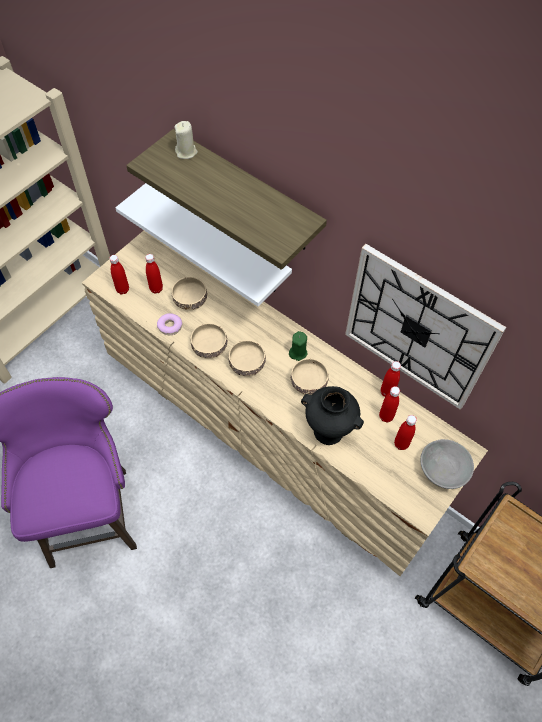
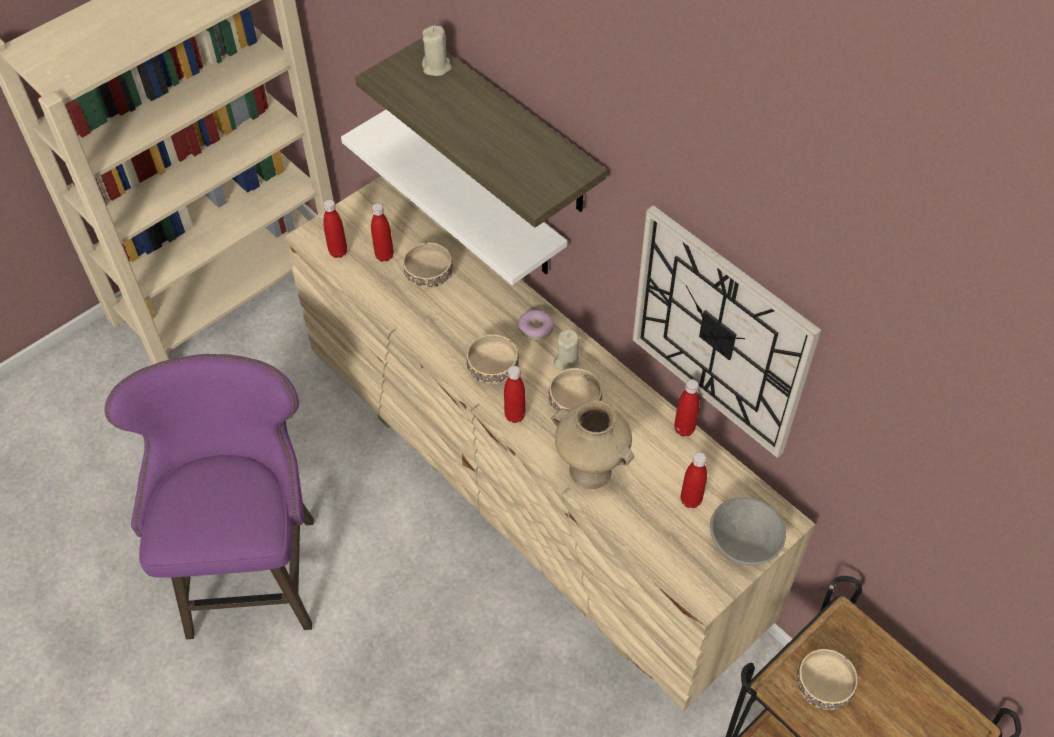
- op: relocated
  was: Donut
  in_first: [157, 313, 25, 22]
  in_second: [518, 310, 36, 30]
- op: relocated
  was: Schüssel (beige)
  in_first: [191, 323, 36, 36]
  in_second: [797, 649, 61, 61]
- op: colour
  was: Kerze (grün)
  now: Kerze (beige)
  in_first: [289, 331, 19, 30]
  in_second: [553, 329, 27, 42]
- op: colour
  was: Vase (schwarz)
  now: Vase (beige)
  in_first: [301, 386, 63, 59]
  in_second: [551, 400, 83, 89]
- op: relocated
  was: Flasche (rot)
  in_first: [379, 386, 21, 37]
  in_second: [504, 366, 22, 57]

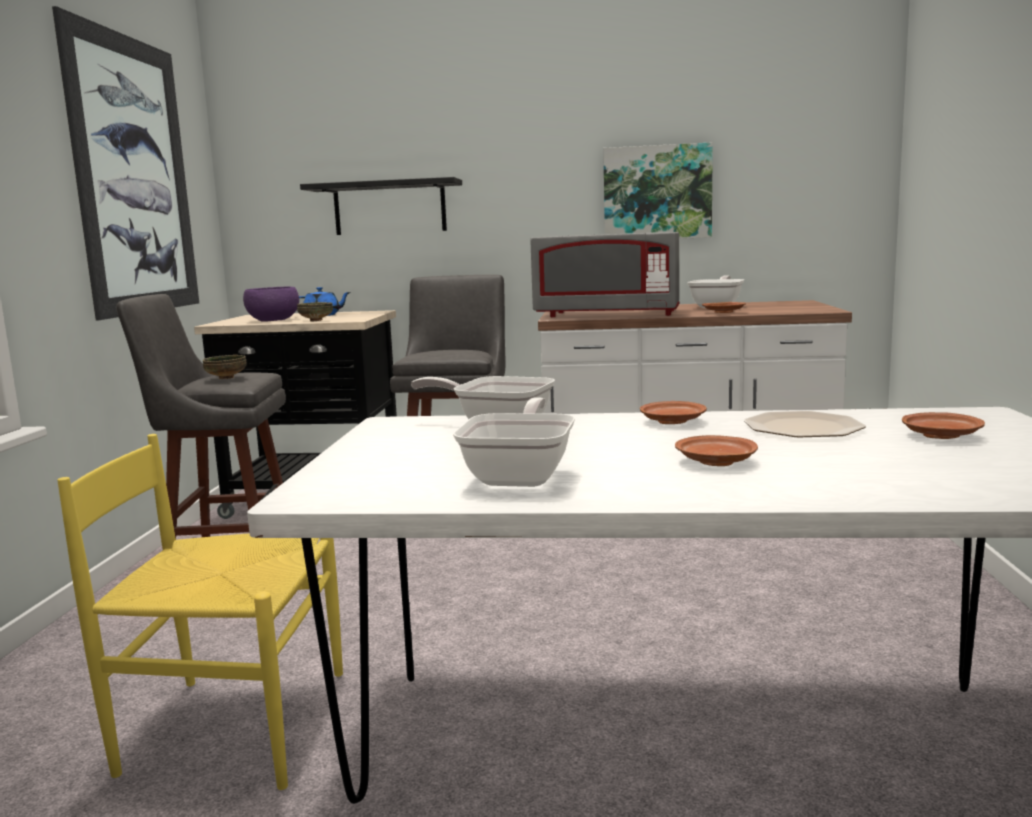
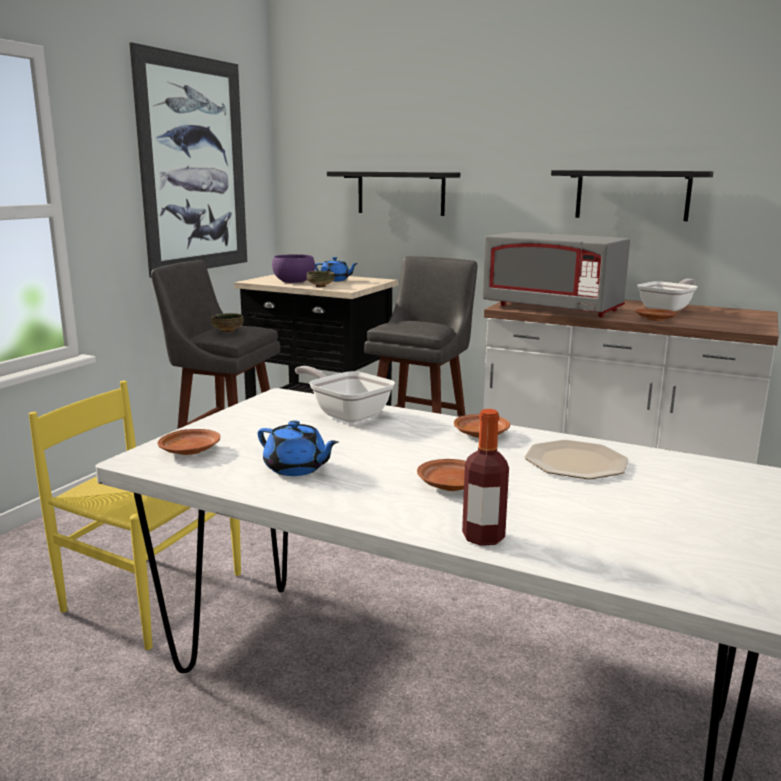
- op: exchanged
  was: Pfanne
  now: Teekanne (blau)
  in_first: [453, 397, 122, 90]
  in_second: [258, 420, 81, 56]
- op: exchanged
  was: Bild
  now: Wandregal (schwarz)
  in_first: [603, 142, 110, 97]
  in_second: [551, 170, 162, 51]
- op: relocated
  was: Teller (braun)
  in_first: [902, 412, 83, 27]
  in_second: [158, 429, 62, 26]
- op: appeared
  now: Flasche
  in_second: [462, 409, 47, 137]

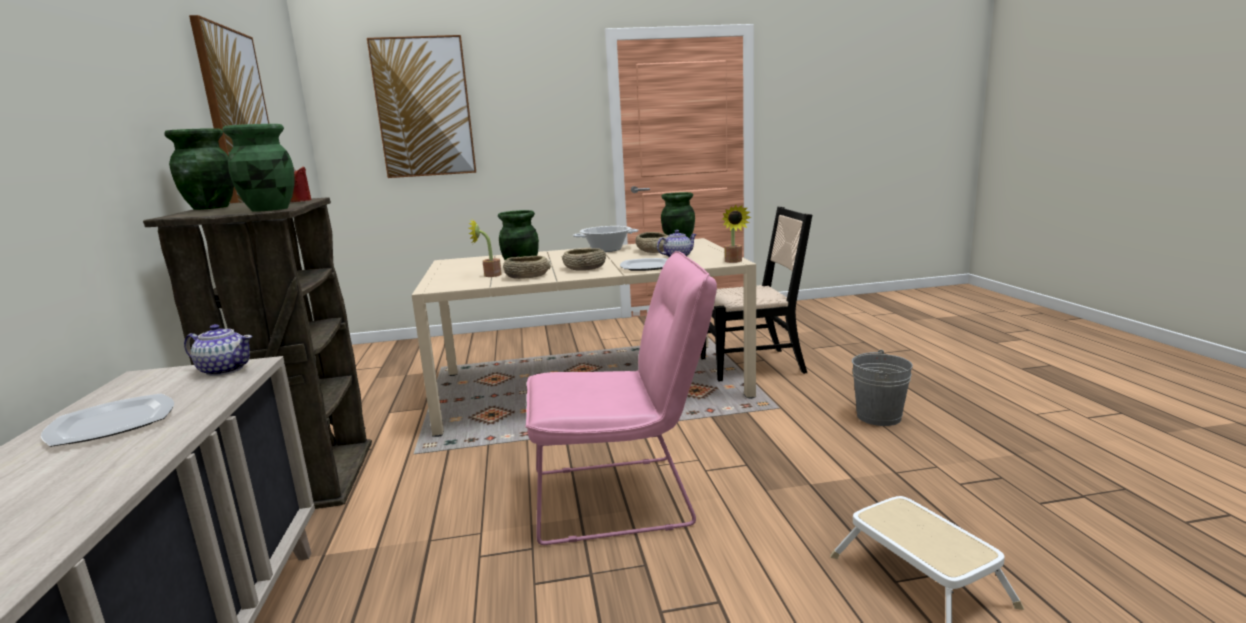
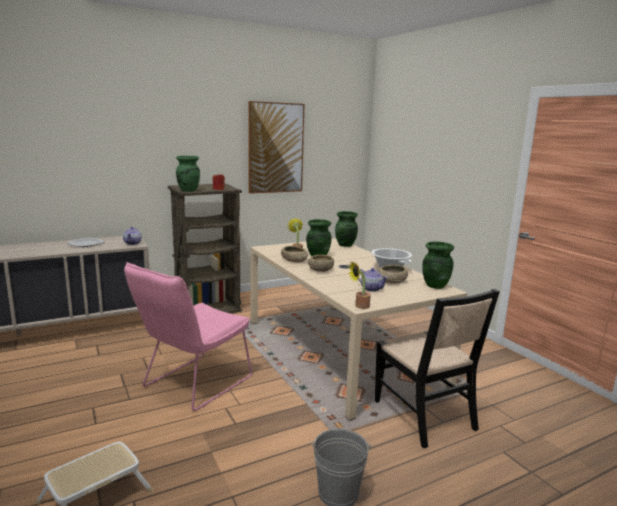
- op: relocated
  was: Vase (grün)
  in_first: [164, 128, 70, 82]
  in_second: [335, 211, 23, 36]
- op: missing
  was: Bild
  in_first: [367, 35, 109, 143]
- op: spun
  was: Stuhl (rosa)
  in_first: [525, 251, 192, 294]
  in_second: [124, 262, 128, 149]
  clockwise: 60
- op: missing
  was: Teller
  in_first: [620, 258, 47, 13]

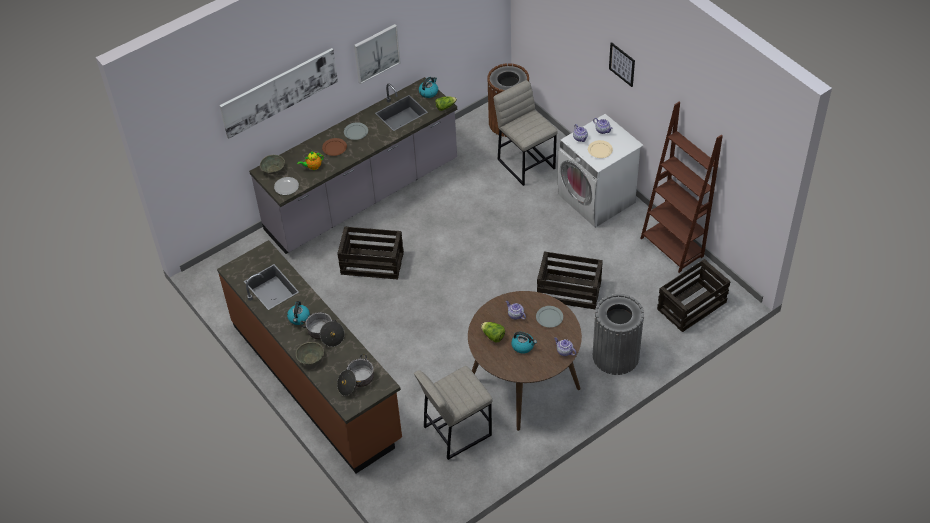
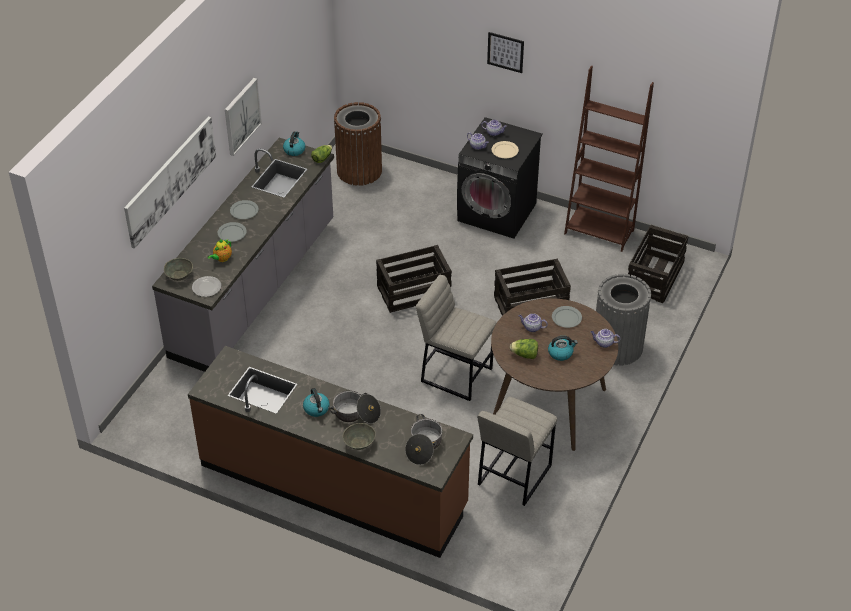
- op: colour
  was: Teller (braun)
  now: Teller (grau)
  in_first: [322, 138, 25, 18]
  in_second: [217, 222, 30, 20]
- op: relocated
  was: Kiste
  in_first: [337, 226, 67, 53]
  in_second: [376, 245, 76, 68]
- op: relocated
  was: Stuhl (grau)
  in_first: [494, 80, 64, 106]
  in_second: [416, 275, 80, 126]
- op: colour
  was: Waschmaschine (weiß)
  now: Waschmaschine (schwarz)
  in_first: [557, 114, 87, 114]
  in_second: [457, 117, 86, 122]

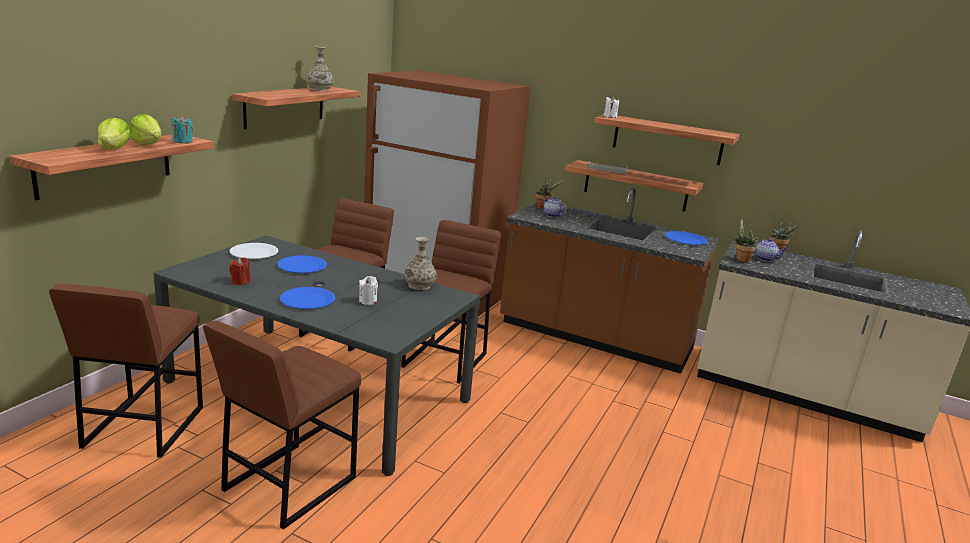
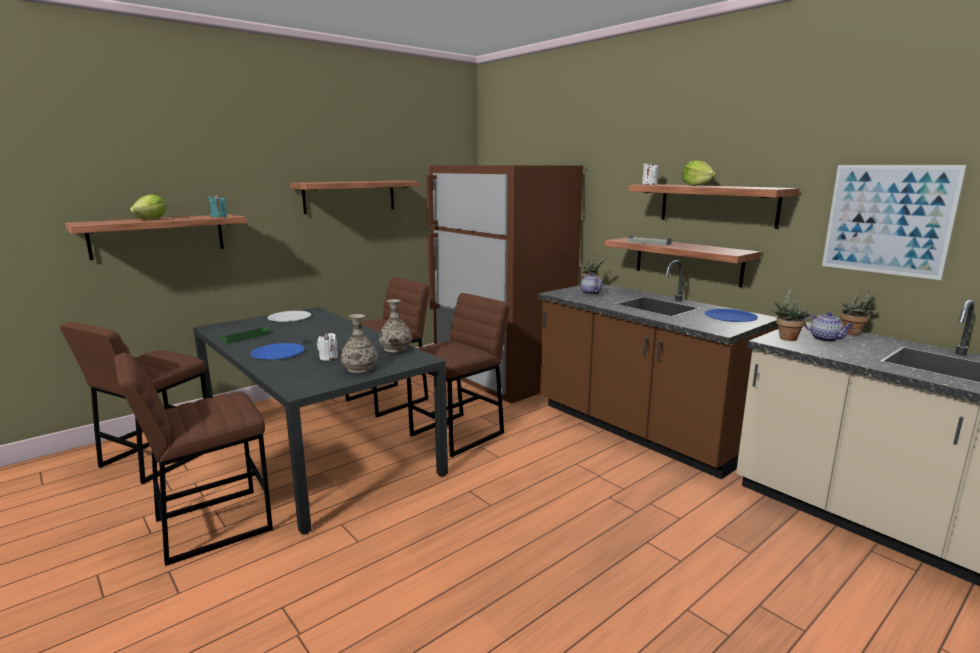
- op: relocated
  was: Salatkopf
  in_first: [130, 114, 31, 31]
  in_second: [682, 160, 34, 26]
- op: exchanged
  was: Kerze (rot)
  now: Tablett (grün)
  in_first: [229, 257, 21, 28]
  in_second: [220, 326, 49, 18]
- op: missing
  was: Teller (blau)
  in_first: [278, 255, 49, 18]
- op: relocated
  was: Vase
  in_first: [306, 46, 28, 45]
  in_second: [341, 314, 37, 59]
- op: appeared
  now: Bild
  in_second: [822, 165, 145, 115]

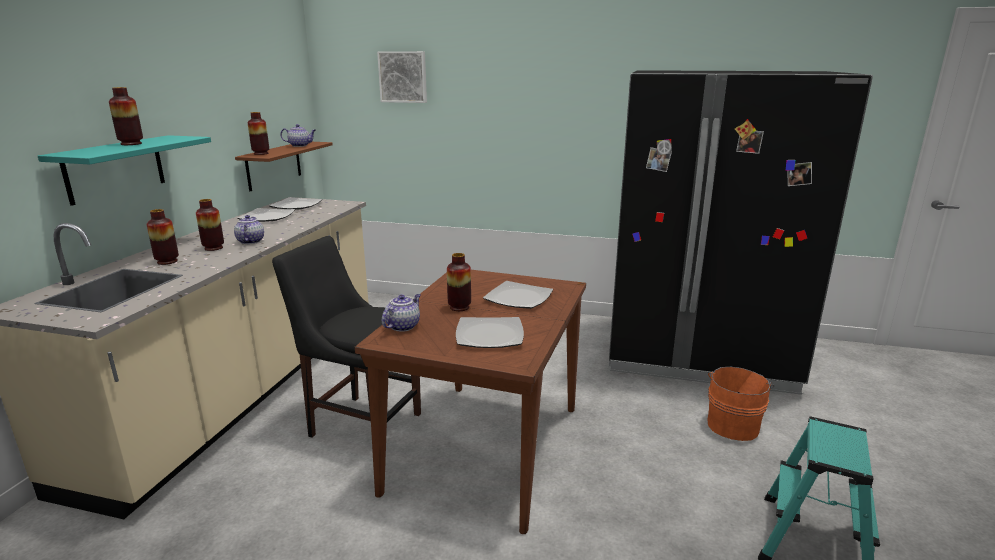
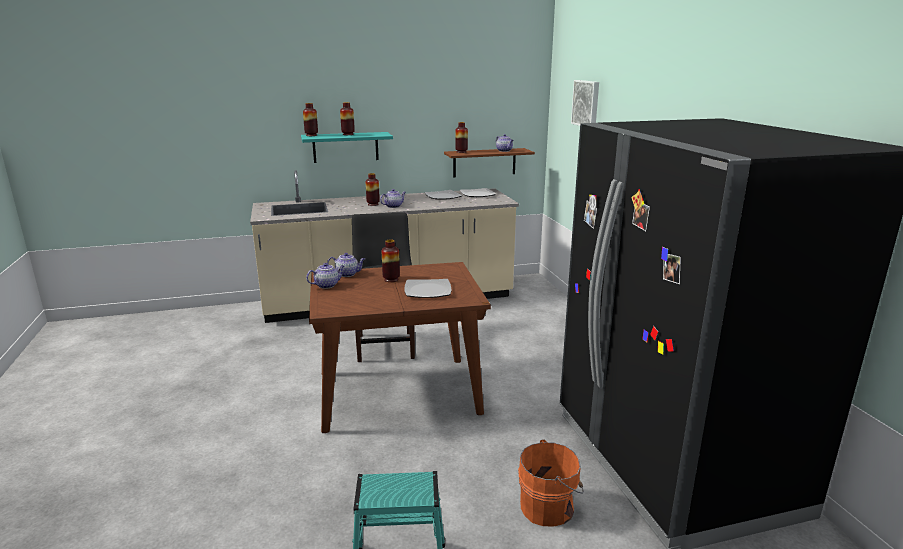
- op: relocated
  was: Vase
  in_first: [147, 209, 32, 56]
  in_second: [303, 103, 15, 33]
- op: missing
  was: Teller
  in_first: [456, 317, 68, 31]
- op: appeared
  now: Teekanne
  in_second: [306, 263, 38, 26]

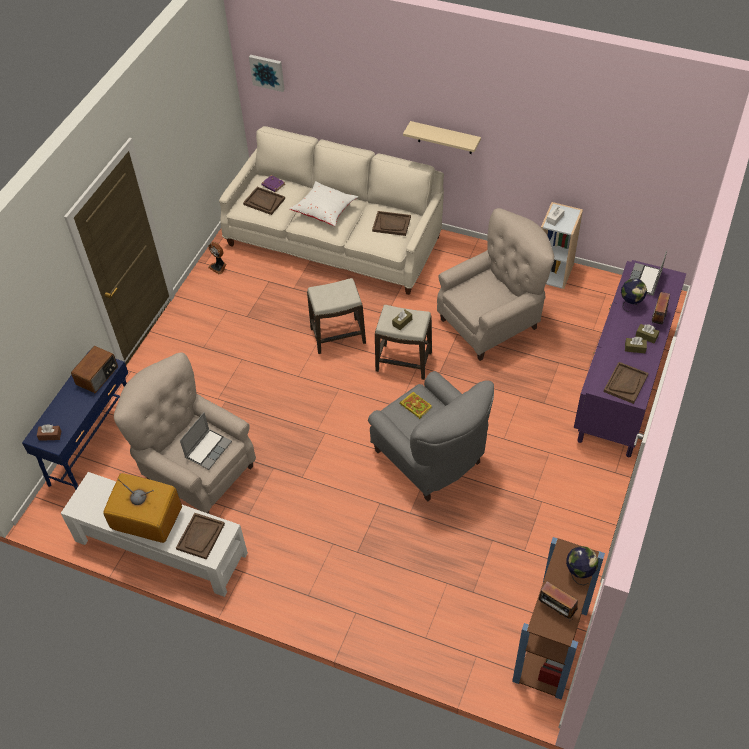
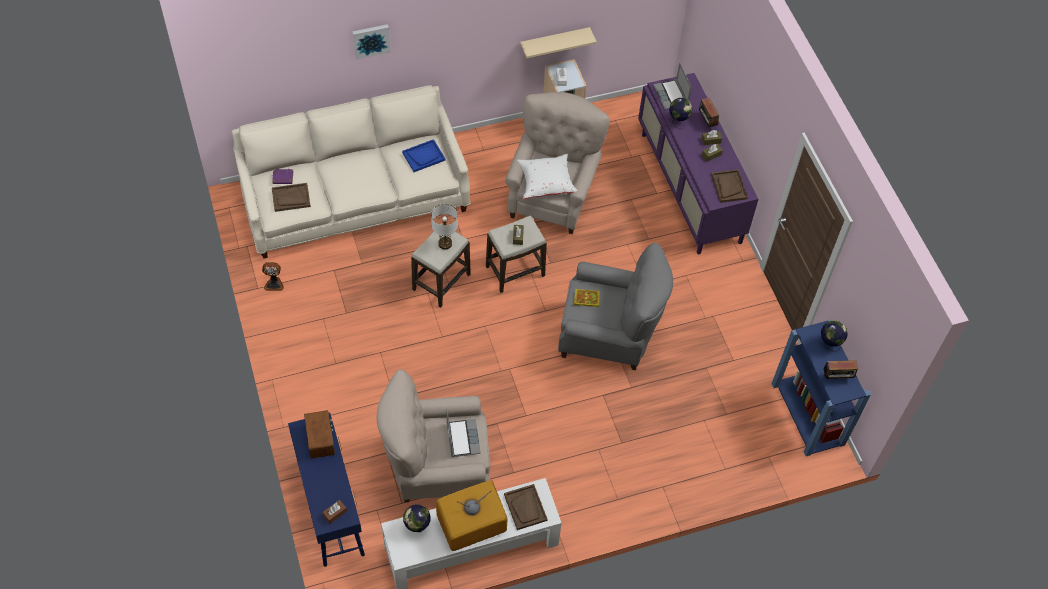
- op: relocated
  was: Bild
  in_first: [249, 55, 36, 37]
  in_second: [352, 24, 39, 36]
- op: relocated
  was: Kissen (weiß)
  in_first: [290, 181, 68, 45]
  in_second: [517, 154, 60, 45]
- op: colour
  was: Tablett (braun)
  now: Tablett (blau)
  in_first: [372, 211, 39, 25]
  in_second: [402, 139, 43, 33]
- op: relocated
  was: Wandregal (beige)
  in_first: [403, 121, 78, 33]
  in_second: [520, 27, 77, 31]
- op: colour
  was: Bücherregal (braun)
  now: Bücherregal (blau)
  in_first: [512, 537, 93, 163]
  in_second: [772, 319, 99, 137]
- op: appeared
  now: Globus
  in_second: [403, 504, 28, 28]
- op: appeared
  now: Tischlampe
  in_second: [431, 204, 27, 46]

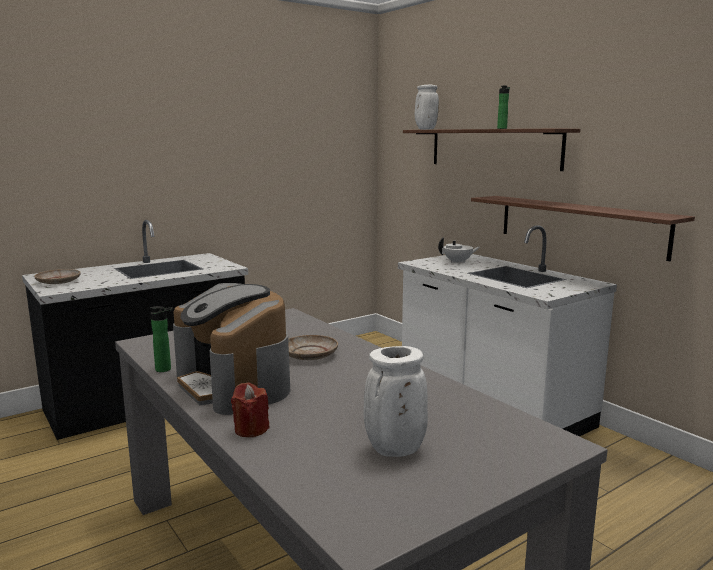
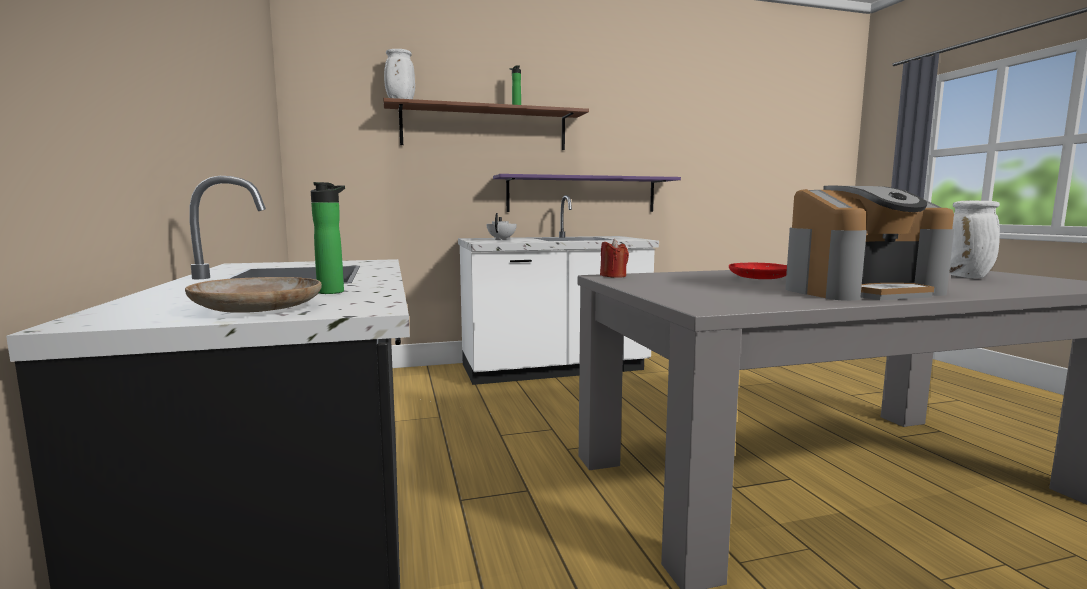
- op: relocated
  was: Flasche
  in_first: [150, 306, 23, 66]
  in_second: [311, 182, 34, 112]
- op: relocated
  was: Kerze (rot)
  in_first: [231, 382, 38, 55]
  in_second: [600, 239, 29, 39]
- op: colour
  was: Teller (beige)
  now: Teller (rot)
  in_first: [288, 335, 50, 25]
  in_second: [729, 263, 58, 16]
- op: colour
  was: Wandregal (braun)
  now: Wandregal (lila)
  in_first: [471, 196, 224, 65]
  in_second: [493, 174, 188, 38]

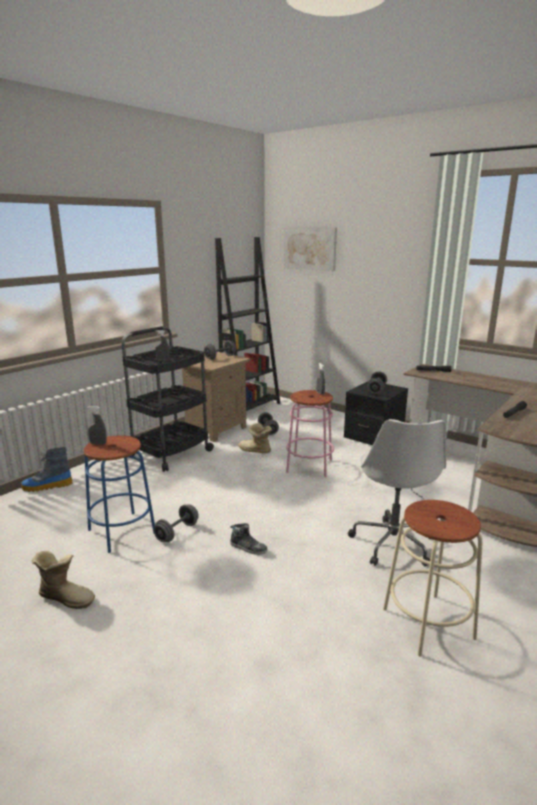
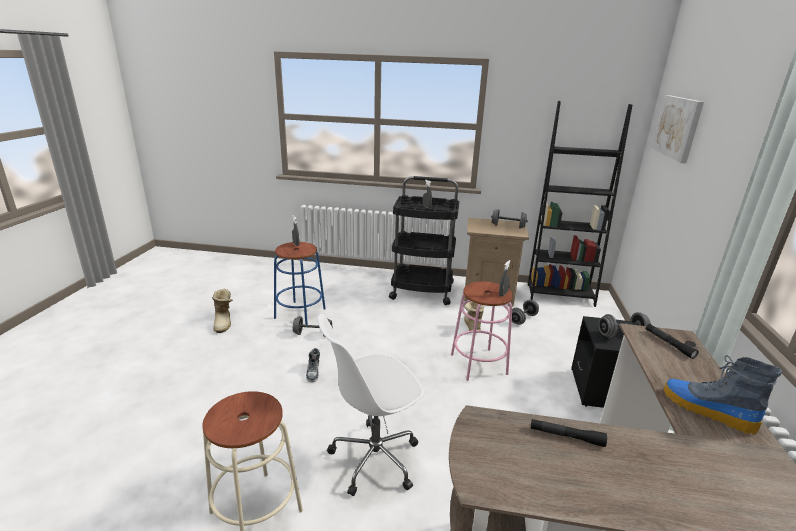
- op: relocated
  was: Stiefel
  in_first: [21, 447, 52, 45]
  in_second: [664, 355, 118, 79]

